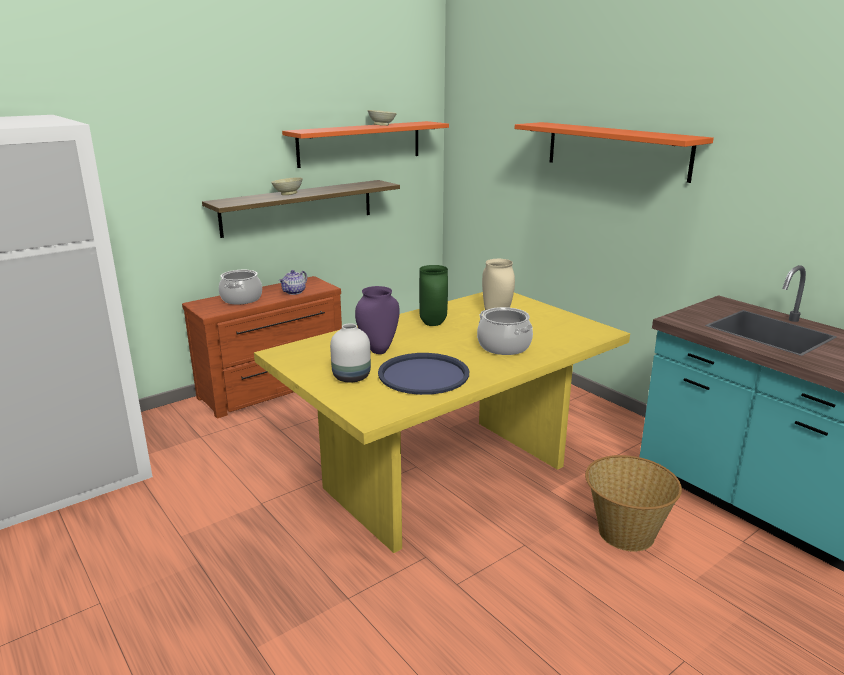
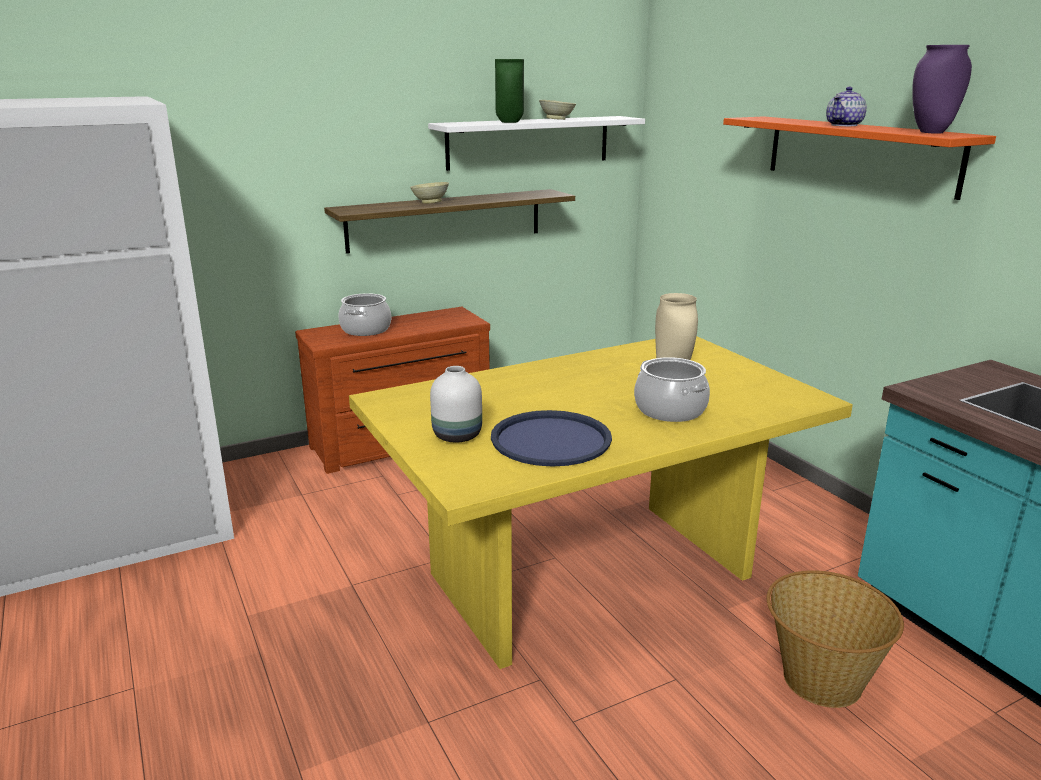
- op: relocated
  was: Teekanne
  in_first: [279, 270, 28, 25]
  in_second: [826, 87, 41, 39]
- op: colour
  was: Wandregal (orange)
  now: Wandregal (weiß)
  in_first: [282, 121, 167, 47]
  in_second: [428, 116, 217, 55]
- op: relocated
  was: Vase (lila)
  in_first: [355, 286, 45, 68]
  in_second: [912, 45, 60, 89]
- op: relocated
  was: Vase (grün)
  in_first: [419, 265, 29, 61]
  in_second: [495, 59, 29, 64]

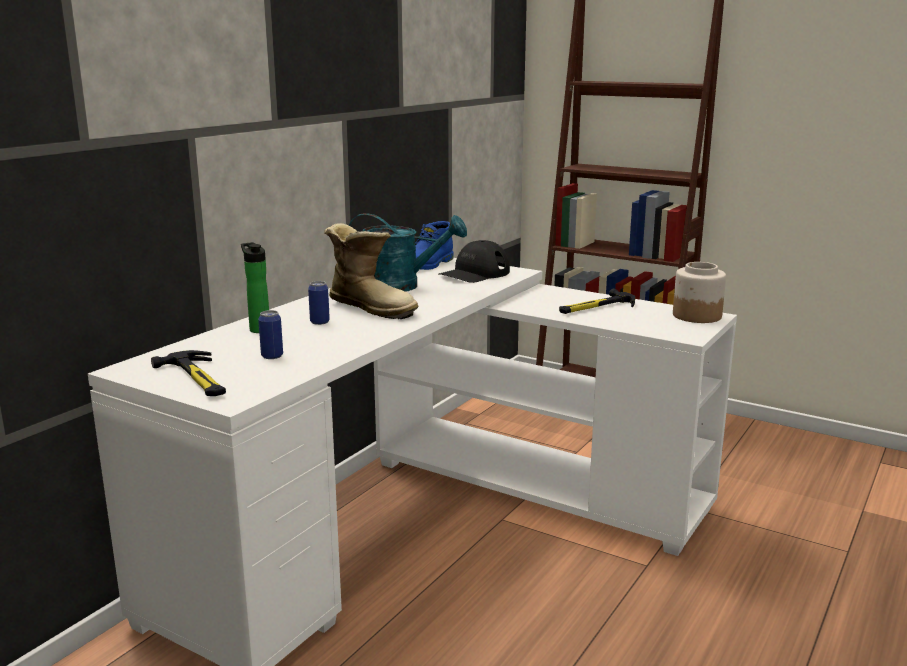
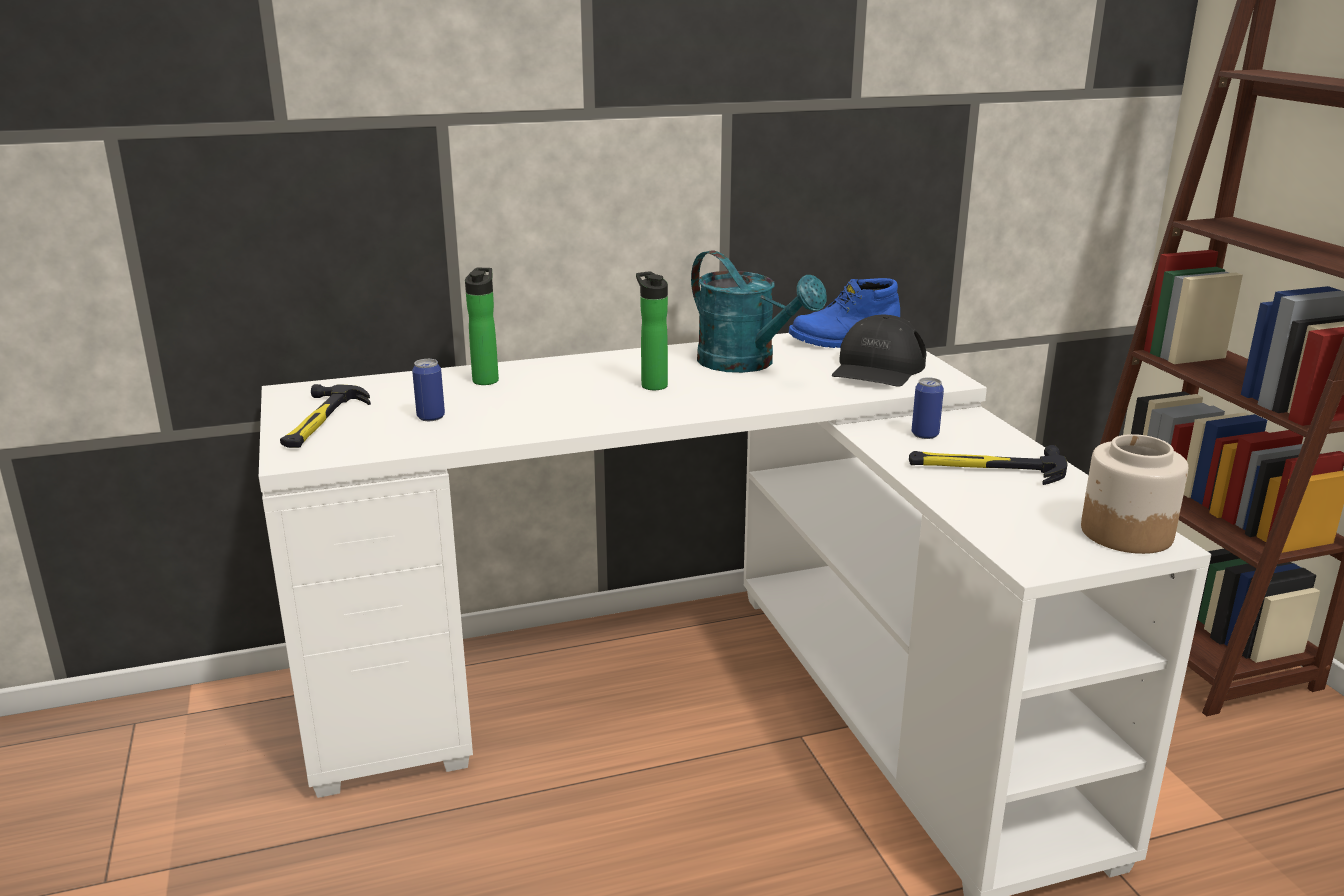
- op: relocated
  was: Dose
  in_first: [308, 281, 22, 44]
  in_second: [912, 377, 32, 62]
- op: exchanged
  was: Stiefel
  now: Flasche
  in_first: [324, 223, 94, 97]
  in_second: [636, 271, 32, 119]
- op: spun
  was: Kappe (schwarz)
  in_first: [439, 240, 71, 43]
  in_second: [832, 315, 94, 72]
  clockwise: -60

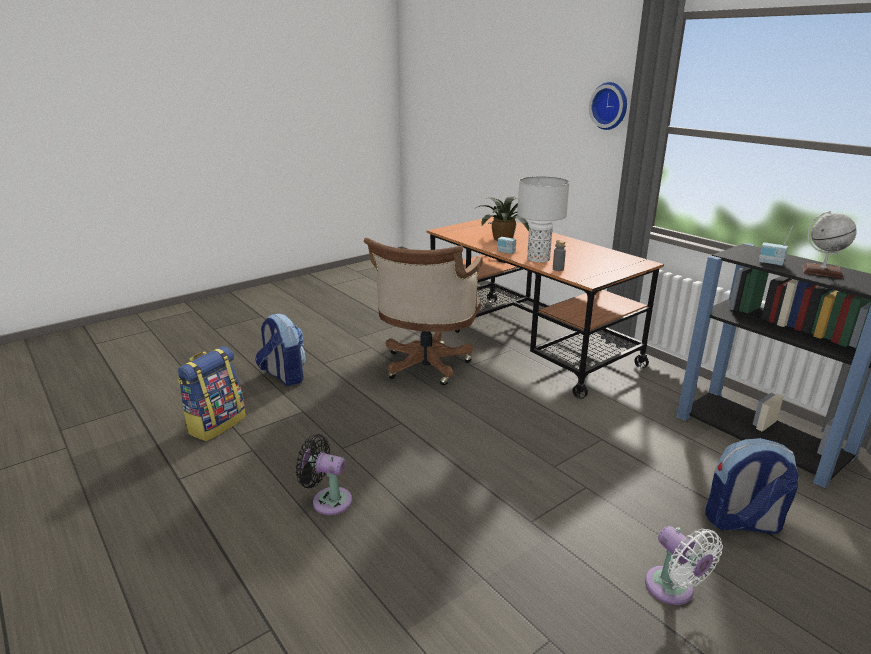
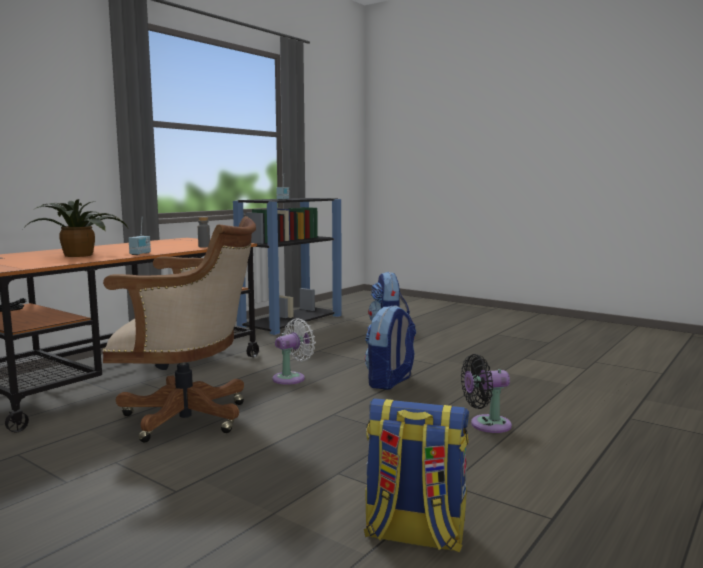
- op: relocated
  was: Rucksack
  in_first: [255, 314, 51, 72]
  in_second: [365, 305, 51, 85]
- op: spun
  was: Ventilator (schwarz)
  in_first: [296, 434, 56, 81]
  in_second: [461, 354, 51, 79]
  clockwise: 75
- op: missing
  was: Tischlampe (weiß)
  in_first: [517, 176, 53, 86]
- op: missing
  was: Wanduhr
  in_first: [589, 82, 38, 48]
- op: relocated
  was: Ventilator (weiß)
  in_first: [645, 526, 78, 79]
  in_second: [272, 318, 44, 67]
- op: missing
  was: Globus
  in_first: [802, 211, 55, 67]

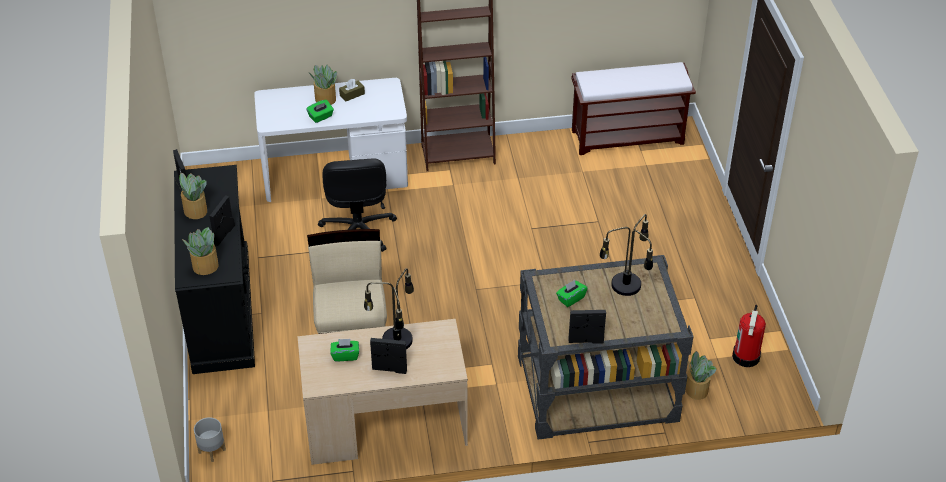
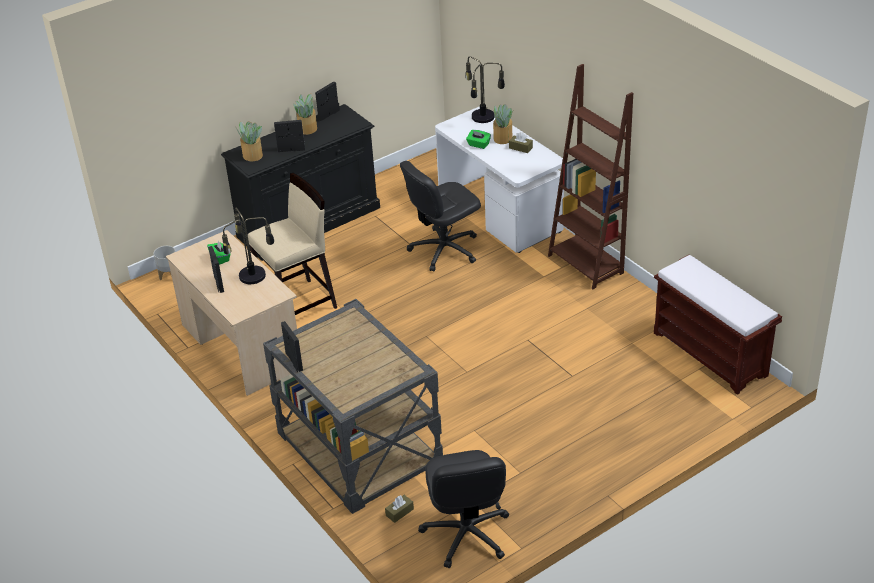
- op: missing
  was: Taschentuchbox (grün)
  in_first: [556, 280, 32, 27]
- op: relocated
  was: Tischlampe
  in_first: [600, 214, 53, 82]
  in_second: [465, 56, 40, 67]
- op: exchanged
  was: Topfpflanze
  now: Taschentuchbox (braun)
  in_first: [685, 351, 32, 49]
  in_second: [385, 495, 29, 28]
- op: exchanged
  was: Feuerlöscher
  now: Bürostuhl (schwarz)
  in_first: [732, 305, 34, 62]
  in_second: [418, 450, 91, 118]

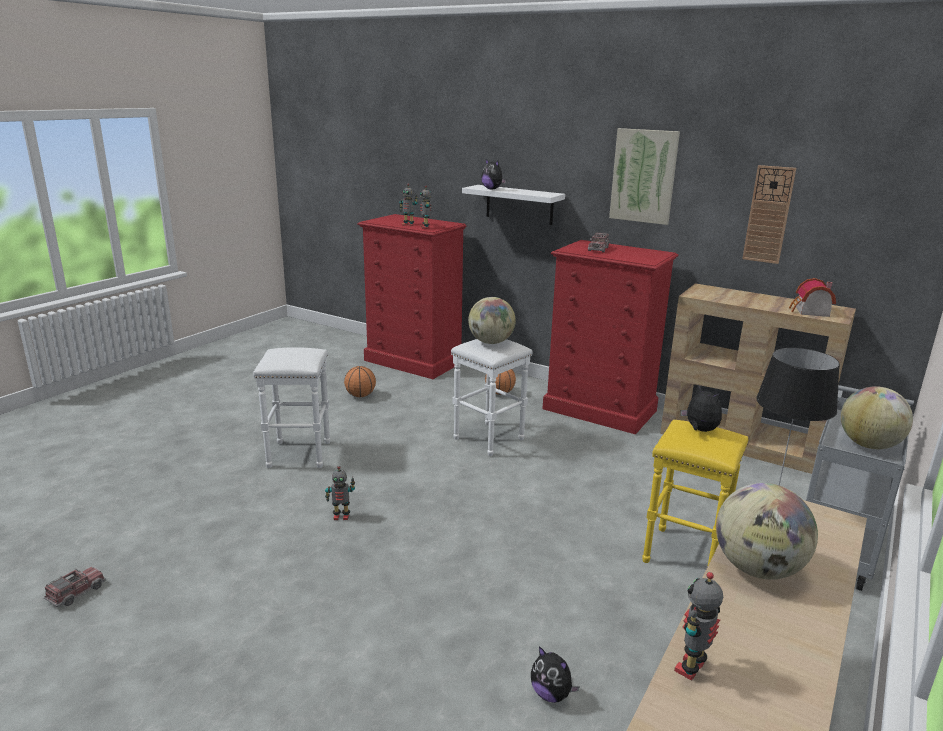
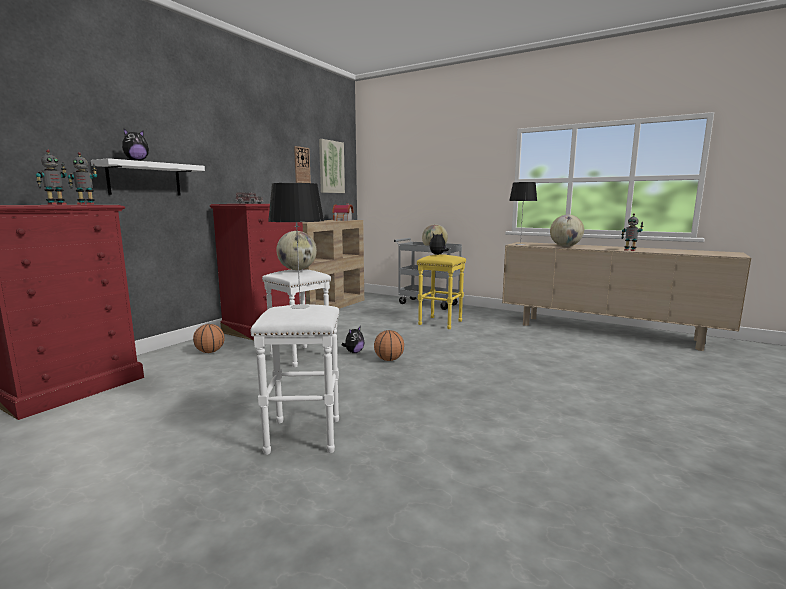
- op: missing
  was: Spielzeuglaster
  in_first: [44, 567, 62, 40]
- op: missing
  was: Spielzeugroboter
  in_first: [325, 466, 30, 54]
- op: relocated
  was: Basketball
  in_first: [344, 366, 32, 31]
  in_second: [374, 330, 30, 31]
- op: relocated
  was: Plüschtier
  in_first: [531, 646, 49, 57]
  in_second: [341, 326, 24, 27]
- op: relocated
  was: Bild
  in_first: [609, 128, 71, 97]
  in_second: [319, 139, 26, 54]
- op: appeared
  now: Tischlampe
  in_second: [268, 183, 56, 126]

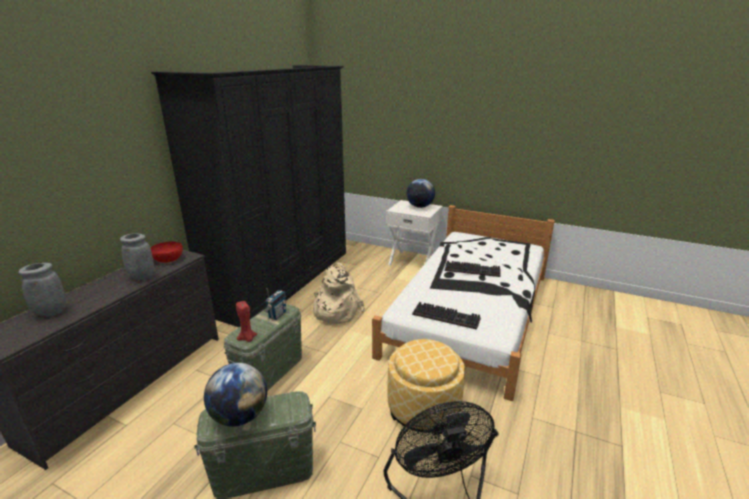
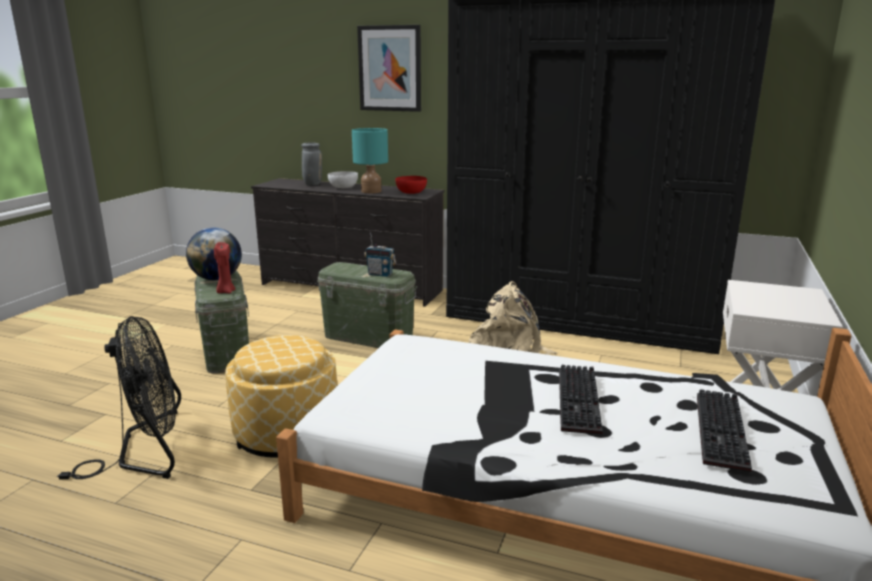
- op: exchanged
  was: Vase (grau)
  now: Tischlampe (türkis)
  in_first: [120, 233, 34, 48]
  in_second: [352, 128, 36, 66]
- op: relocated
  was: Kerze (rot)
  in_first: [236, 301, 21, 41]
  in_second: [214, 242, 21, 51]
- op: missing
  was: Globus
  in_first: [406, 179, 29, 29]
- op: relocated
  was: Tastatur
  in_first: [412, 302, 69, 28]
  in_second: [697, 389, 55, 83]
- op: appeared
  now: Schüssel (weiß)
  in_second: [328, 171, 30, 17]
- op: appeared
  now: Bild
  in_second: [357, 25, 64, 87]

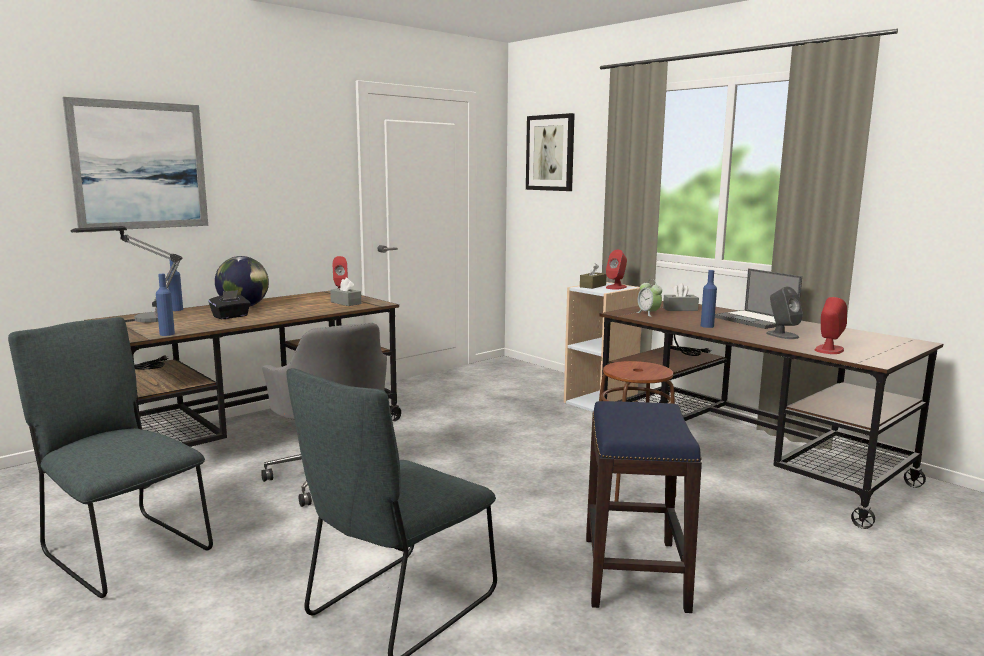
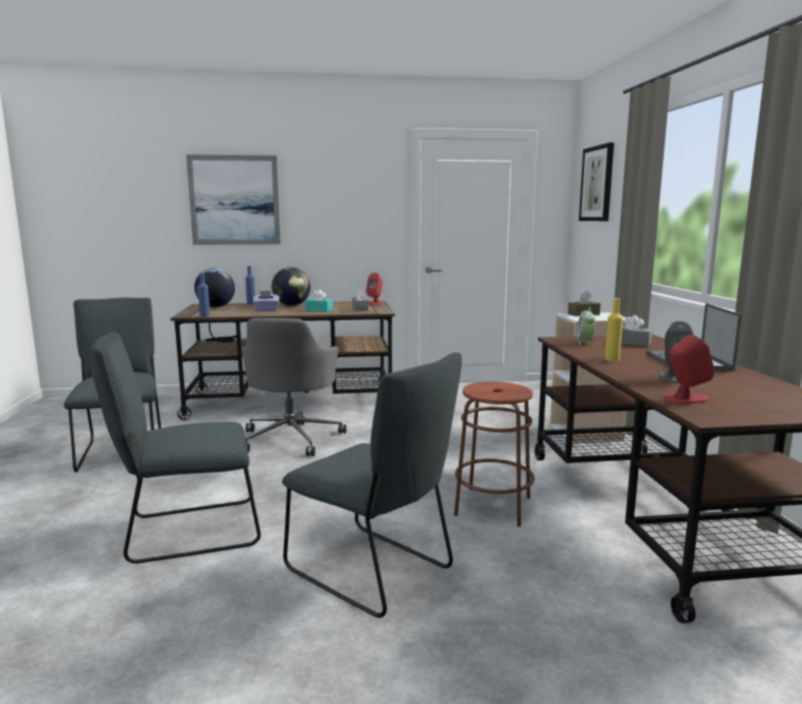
- op: exchanged
  was: Tischlampe
  now: Globus
  in_first: [71, 226, 111, 97]
  in_second: [194, 268, 41, 39]
- op: colour
  was: Taschentuchbox (schwarz)
  now: Taschentuchbox (lila)
  in_first: [209, 290, 42, 29]
  in_second: [253, 291, 26, 20]
- op: exchanged
  was: Hocker
  now: Stuhl (grau)
  in_first: [586, 401, 116, 212]
  in_second: [282, 352, 180, 266]
- op: missing
  was: Lautsprecher (rot)
  in_first: [606, 250, 21, 40]
- op: colour
  was: Flasche (blau)
  now: Flasche (gelb)
  in_first: [701, 270, 16, 58]
  in_second: [605, 298, 18, 64]
- op: appeared
  now: Taschentuchbox (türkis)
  in_second: [305, 289, 28, 23]

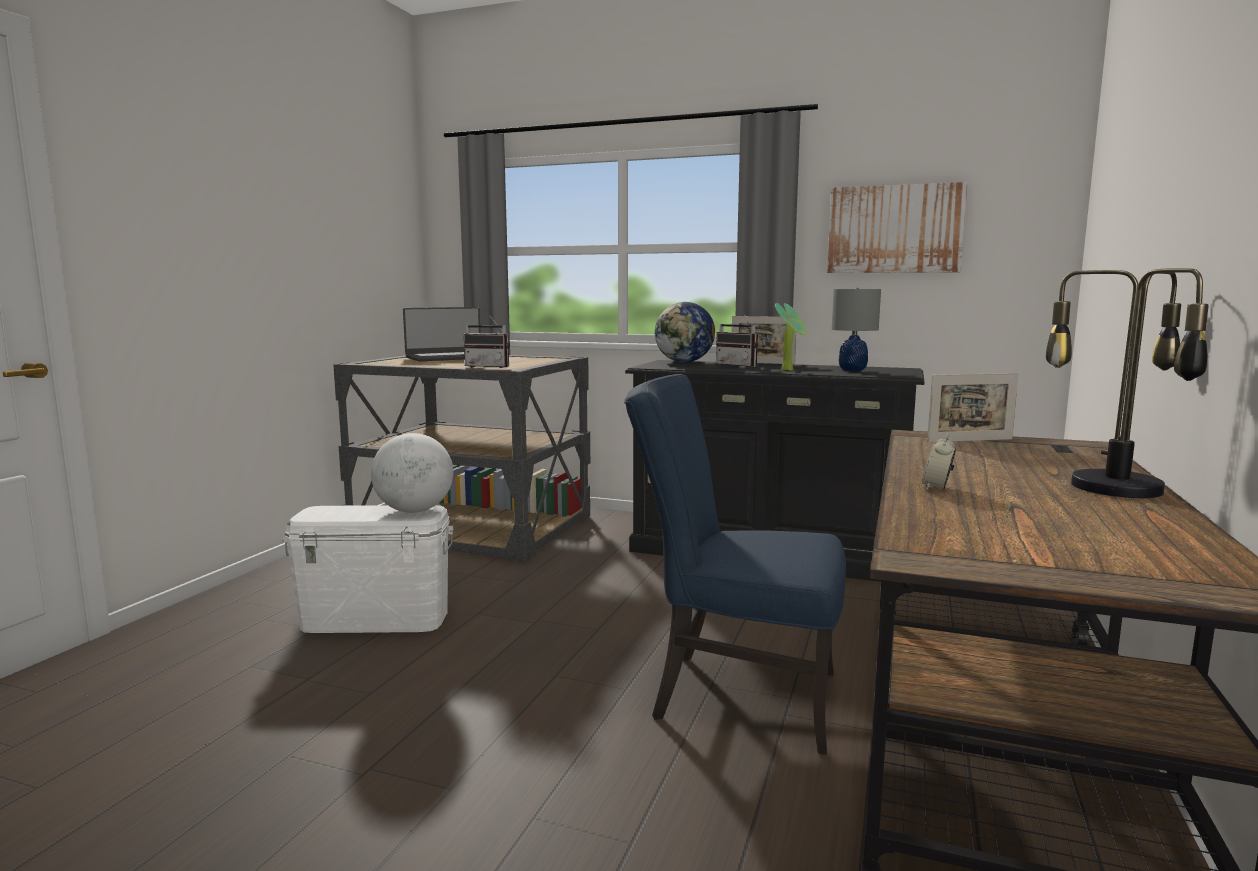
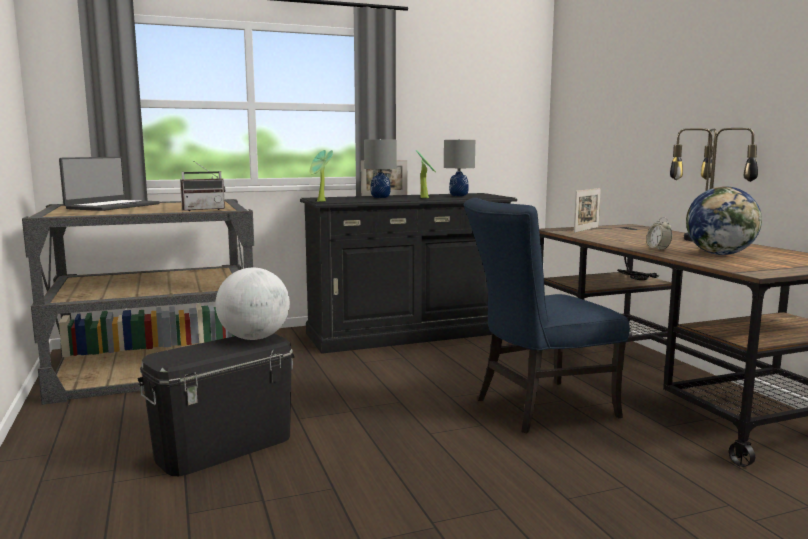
- op: colour
  was: Aufbewahrungsbox (weiß)
  now: Aufbewahrungsbox (schwarz)
  in_first: [283, 505, 171, 128]
  in_second: [138, 333, 156, 143]
- op: relocated
  was: Globus
  in_first: [655, 302, 60, 61]
  in_second: [686, 186, 76, 69]
- op: exchanged
  was: Radio
  now: Tischlampe (grau)
  in_first: [716, 313, 42, 55]
  in_second: [364, 139, 33, 59]
- op: missing
  was: Bild
  in_first: [827, 182, 140, 91]
- op: appeared
  now: Topfpflanze
  in_second: [310, 150, 23, 52]

